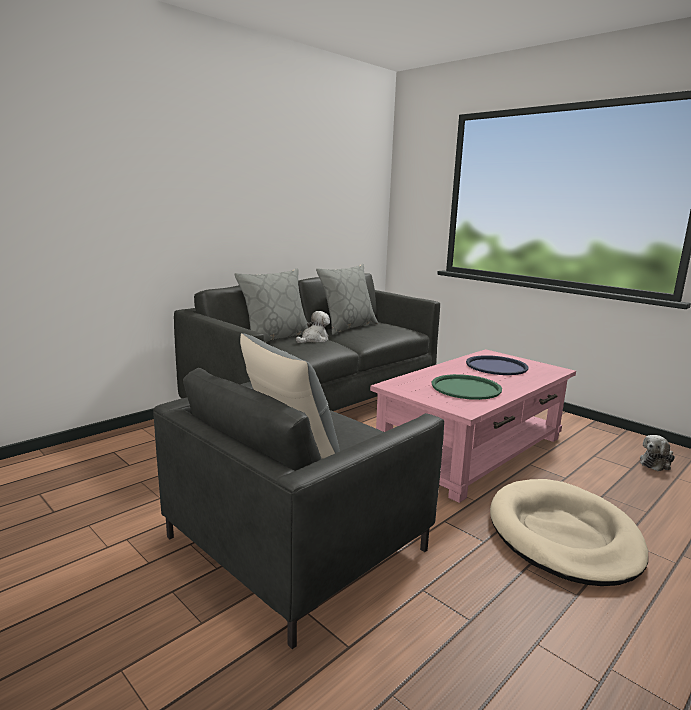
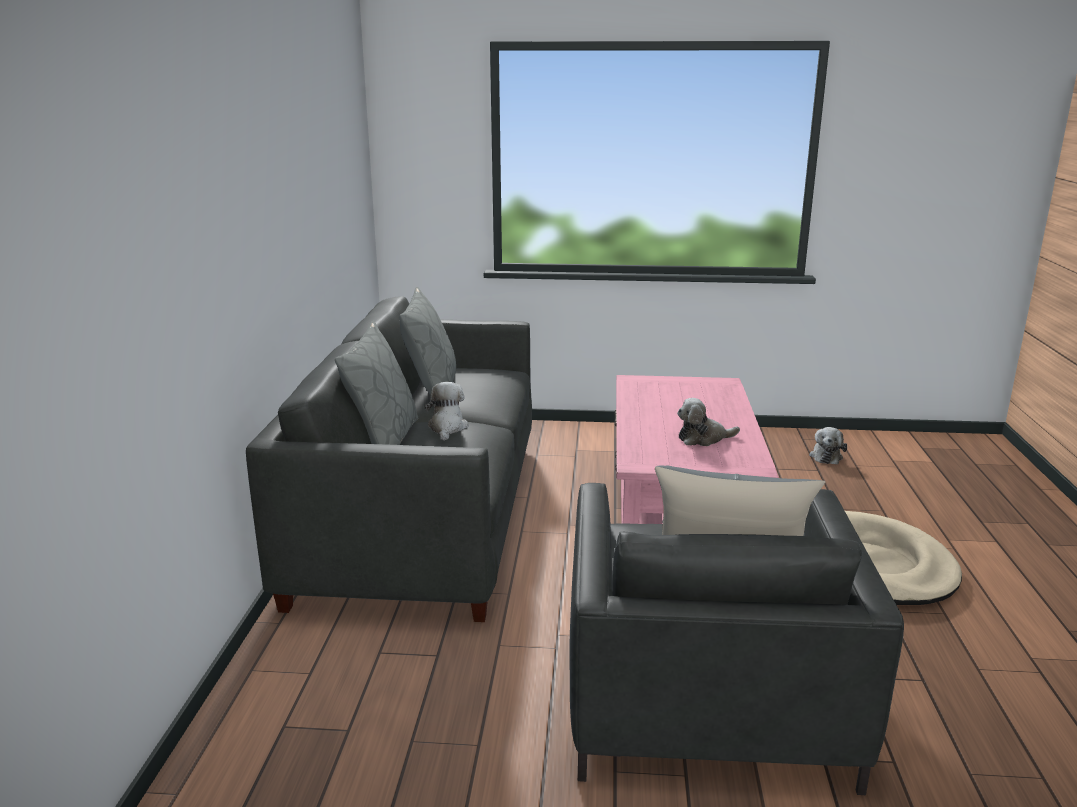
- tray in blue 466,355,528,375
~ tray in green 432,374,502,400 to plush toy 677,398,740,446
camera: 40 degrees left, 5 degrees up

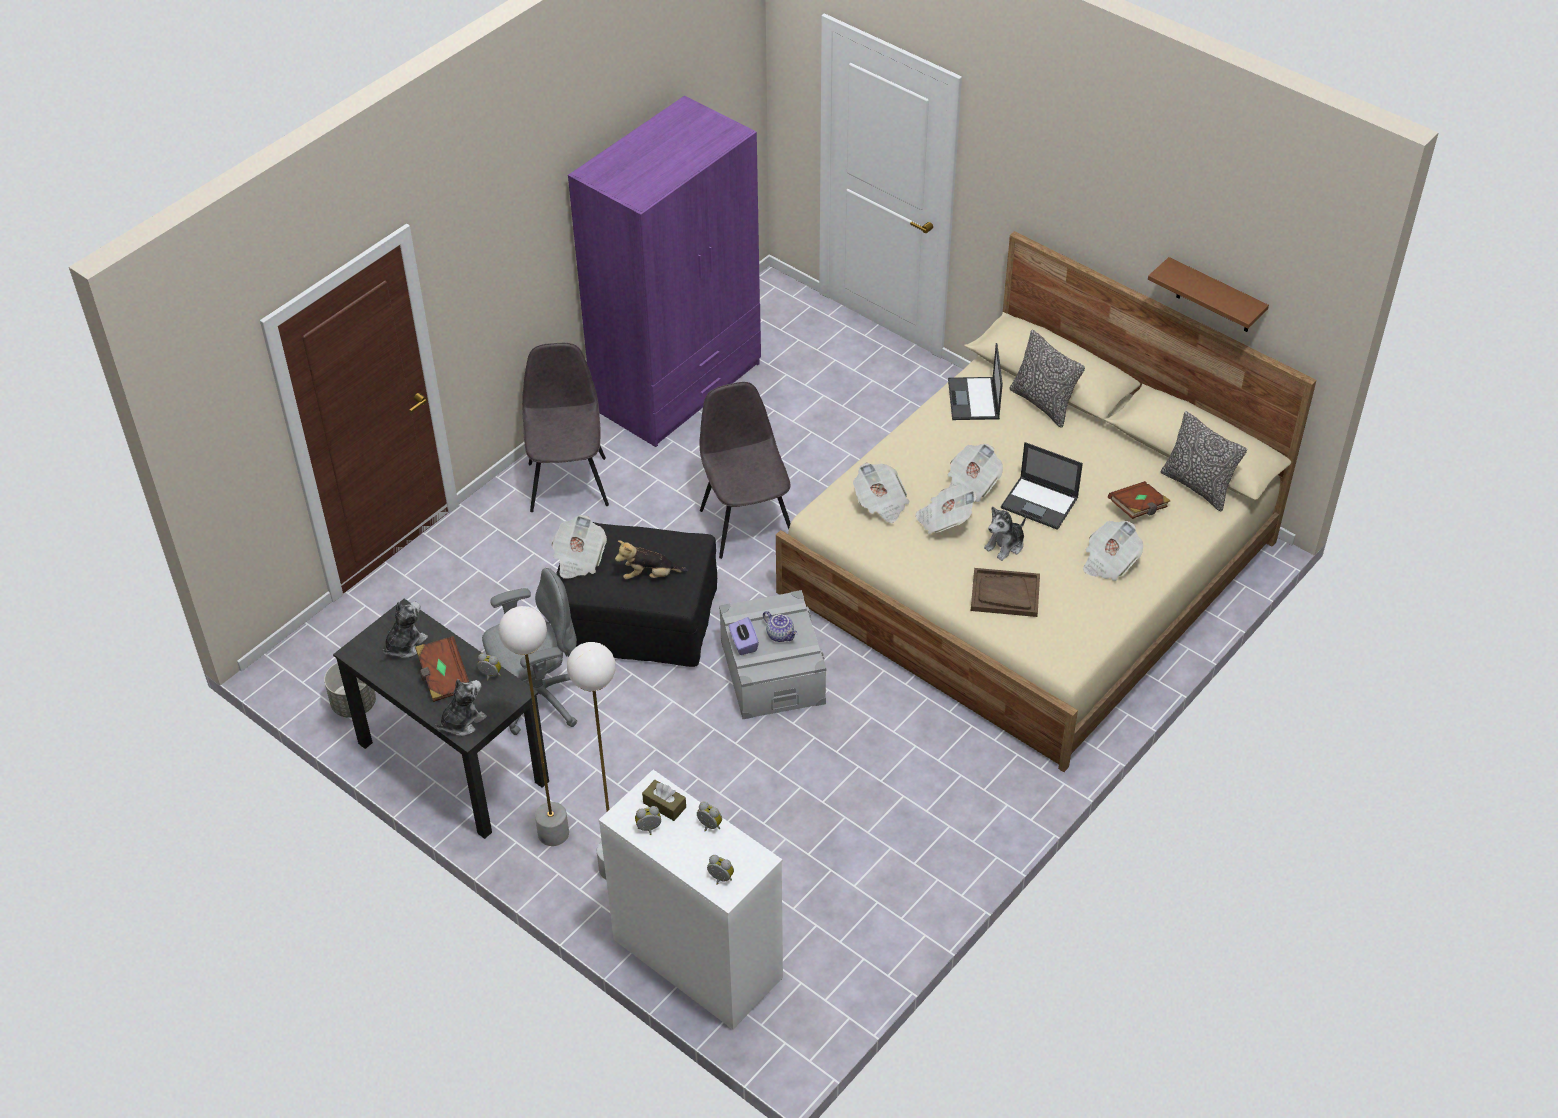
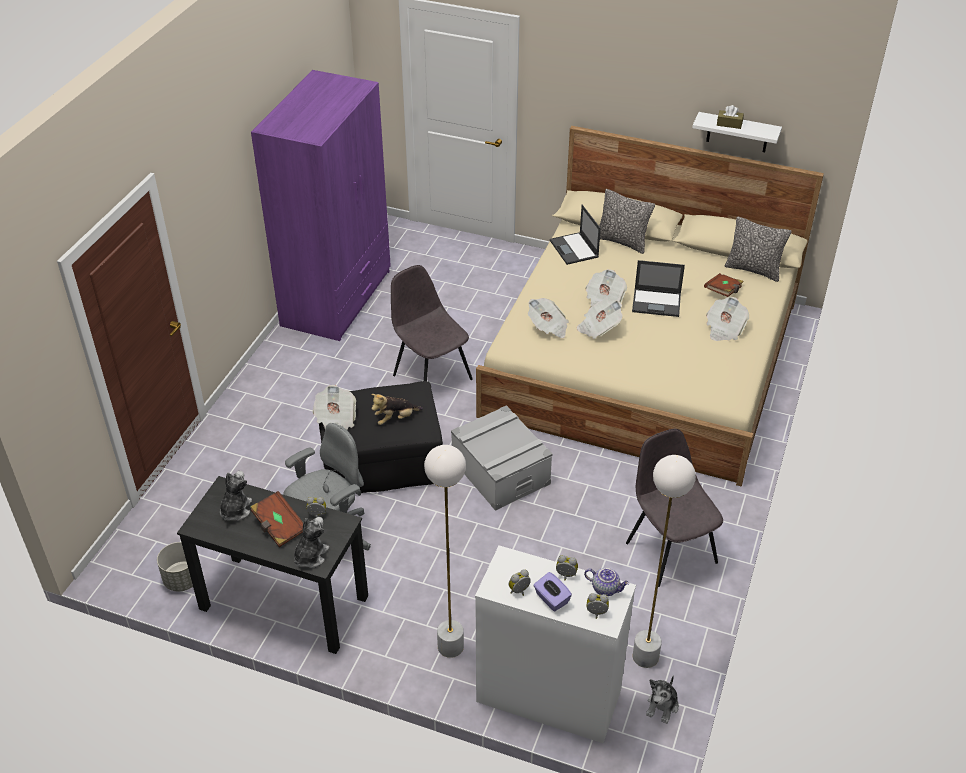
- tray in brown 971,568,1040,617
~ floor lamp in white 498,606,569,846 to 633,455,696,668
~ chair in grey 522,343,609,512 to 626,429,723,587
~ tissue box in brown 642,780,686,821 to 717,105,744,129
~ tissue box in purple 729,617,759,655 to 533,572,572,612
~ teapot 763,611,798,642 to 584,568,629,596
~ plush toy 984,507,1026,561 to 646,675,679,724
~ shelf in brown 1148,257,1269,332 to shelf in white 692,112,782,152
camera: 20 degrees left, 5 degrees down

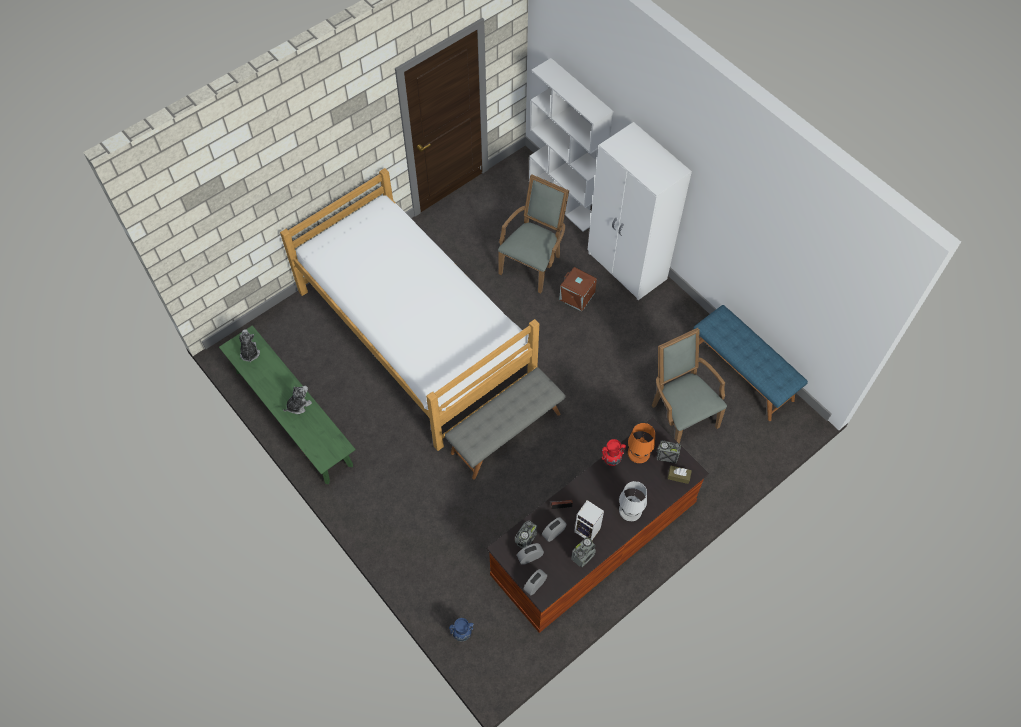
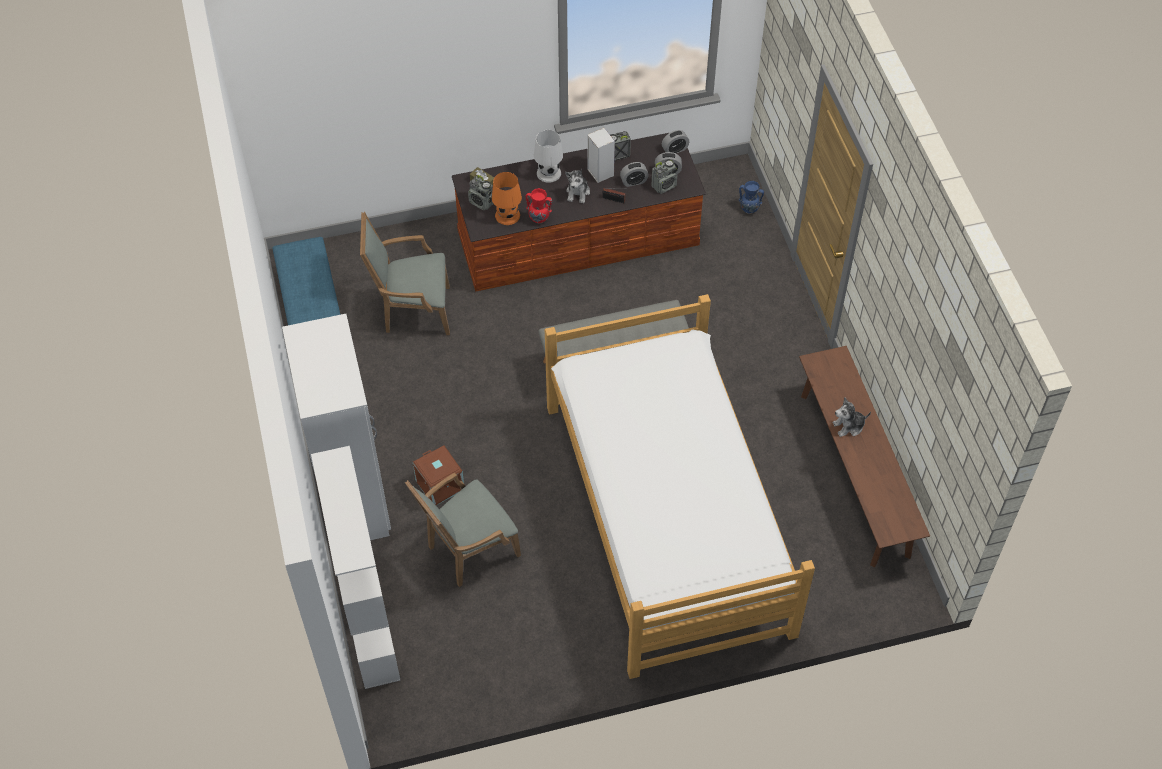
~ plush toy 239,329,260,362 to 565,168,590,204
~ bench in green 219,325,356,484 to bench in brown 799,346,930,567
~ armchair in grey 652,328,727,444 = 360,212,450,335 90 degrees clockwise
camera: 155 degrees left, 5 degrees down

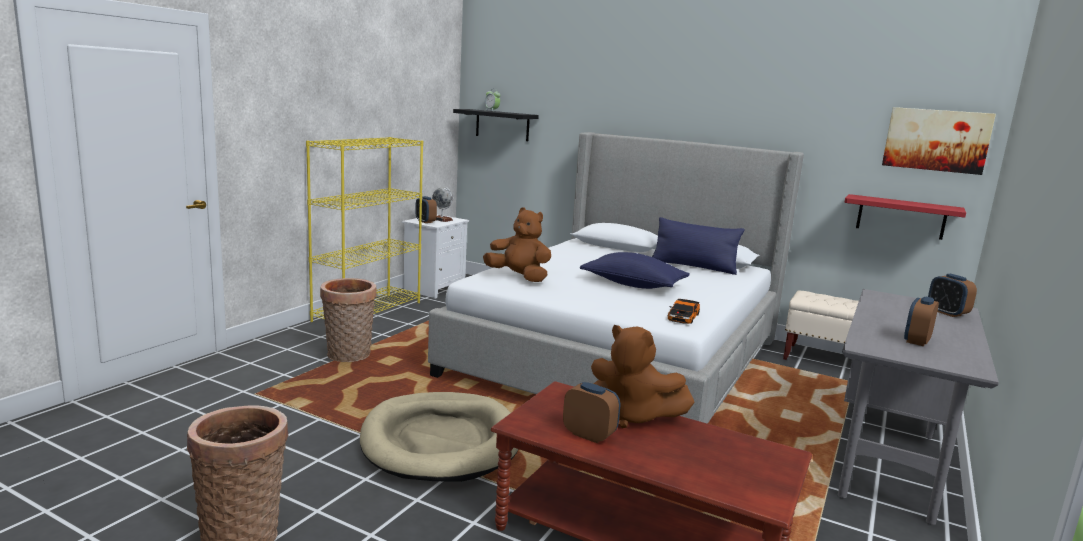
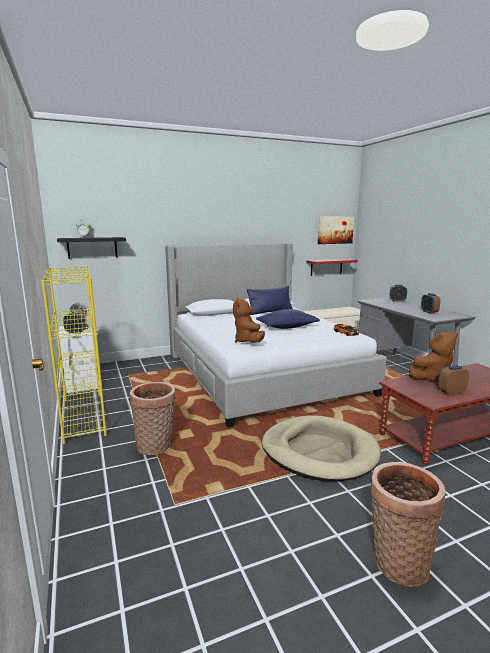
~ plush toy in brown 483,207,551,282 = 233,298,265,343 75 degrees counterclockwise
camera: 50 degrees left, 0 degrees up

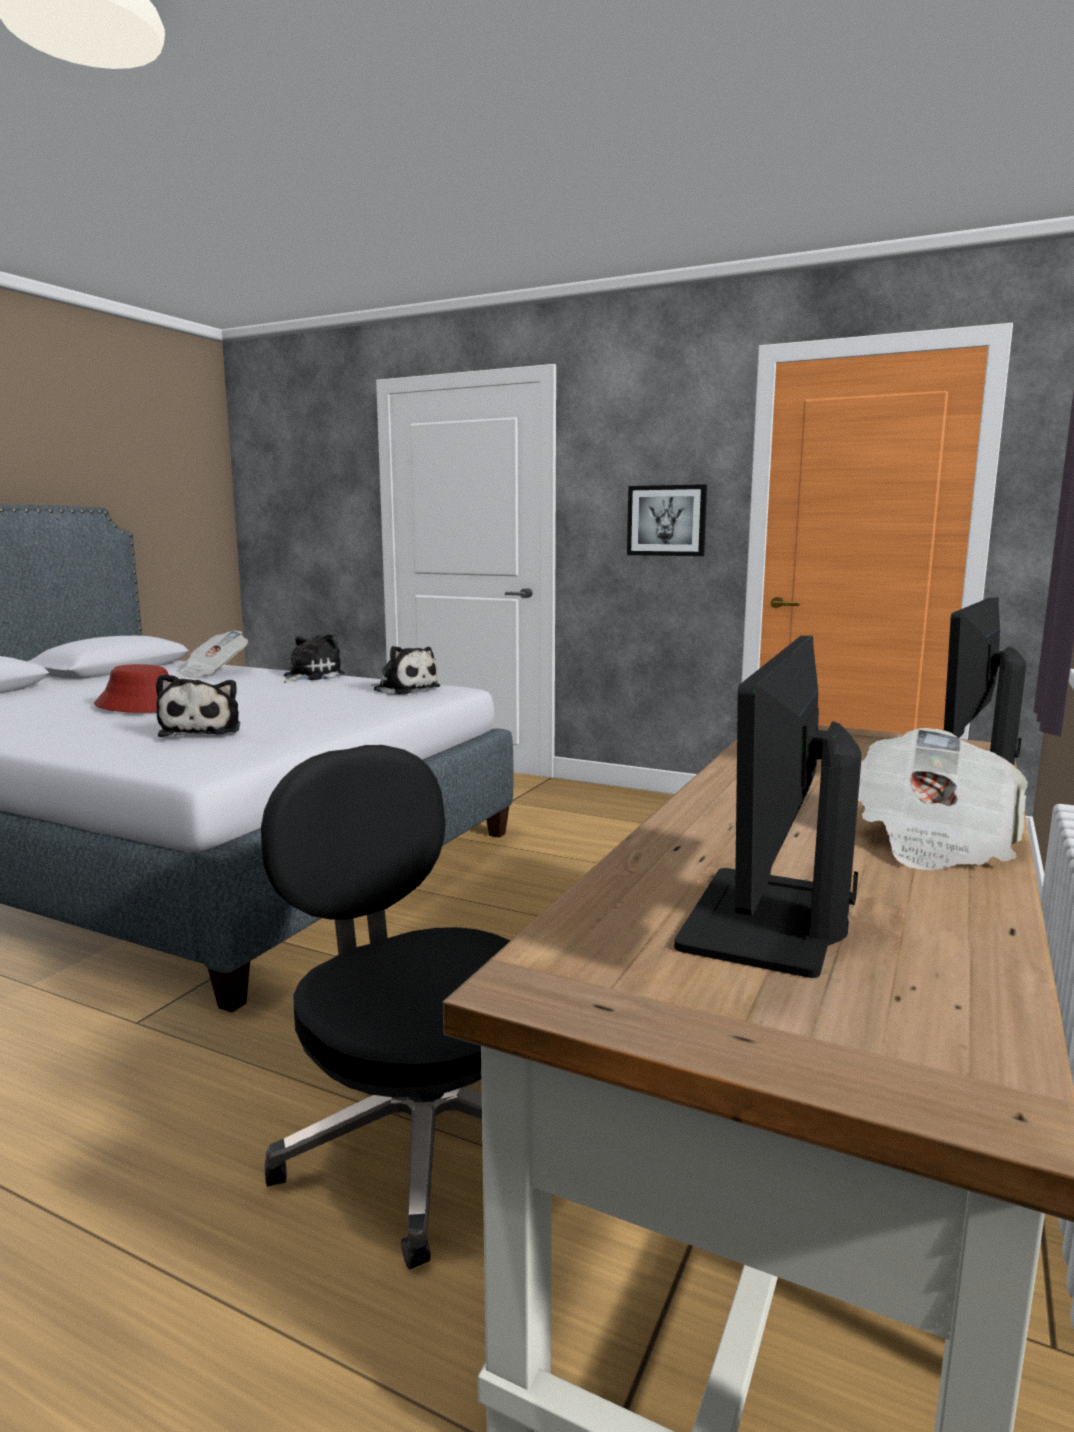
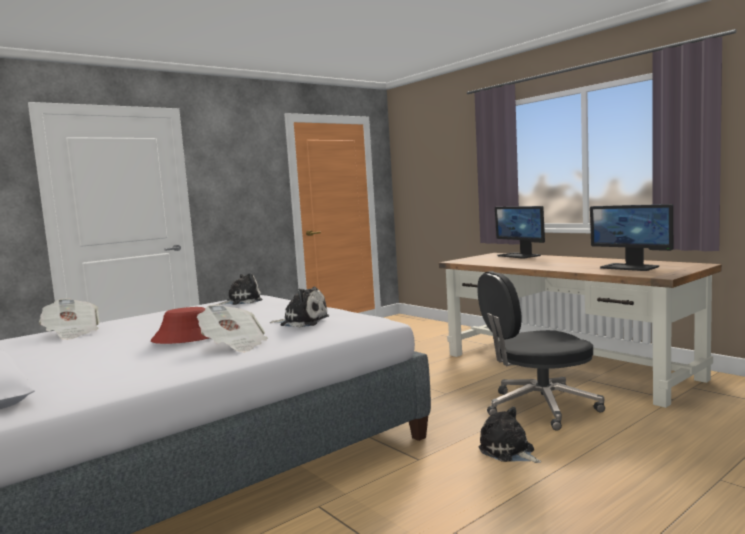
- picture 627,484,707,556
~ plush toy 284,634,345,683 to 479,407,541,463
~ newspaper 858,728,1028,870 to 197,305,268,352
camera: 65 degrees left, 5 degrees down

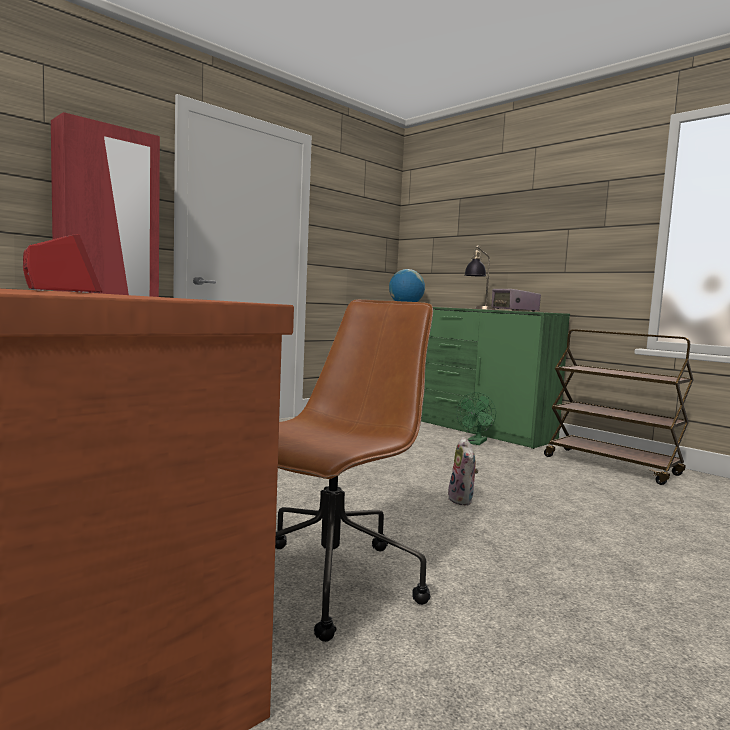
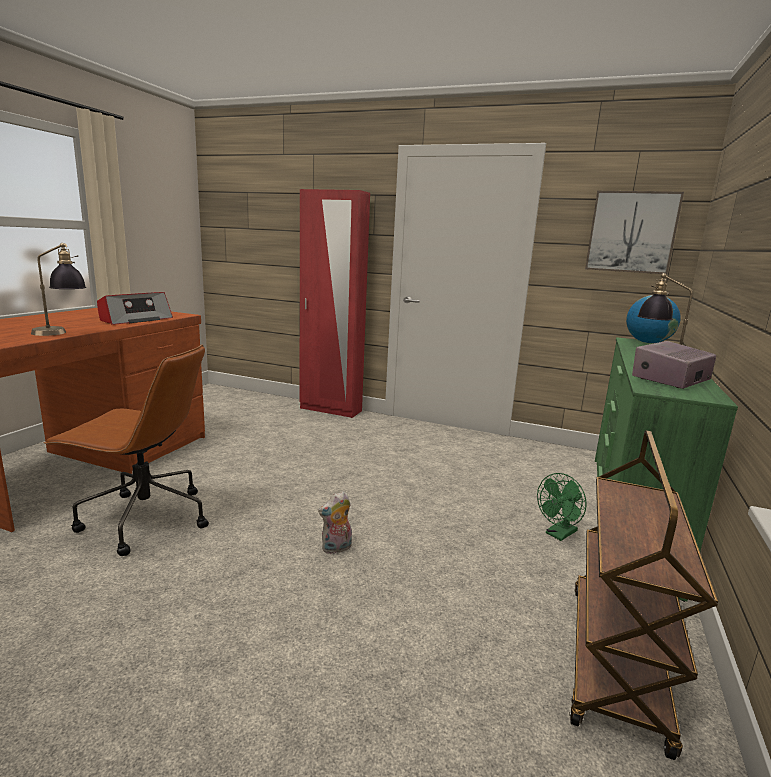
+ table lamp 31,243,86,336
+ picture 585,191,684,274
~ fan in green 456,392,496,445 = 537,473,587,541 45 degrees counterclockwise
camera: 65 degrees right, 10 degrees up

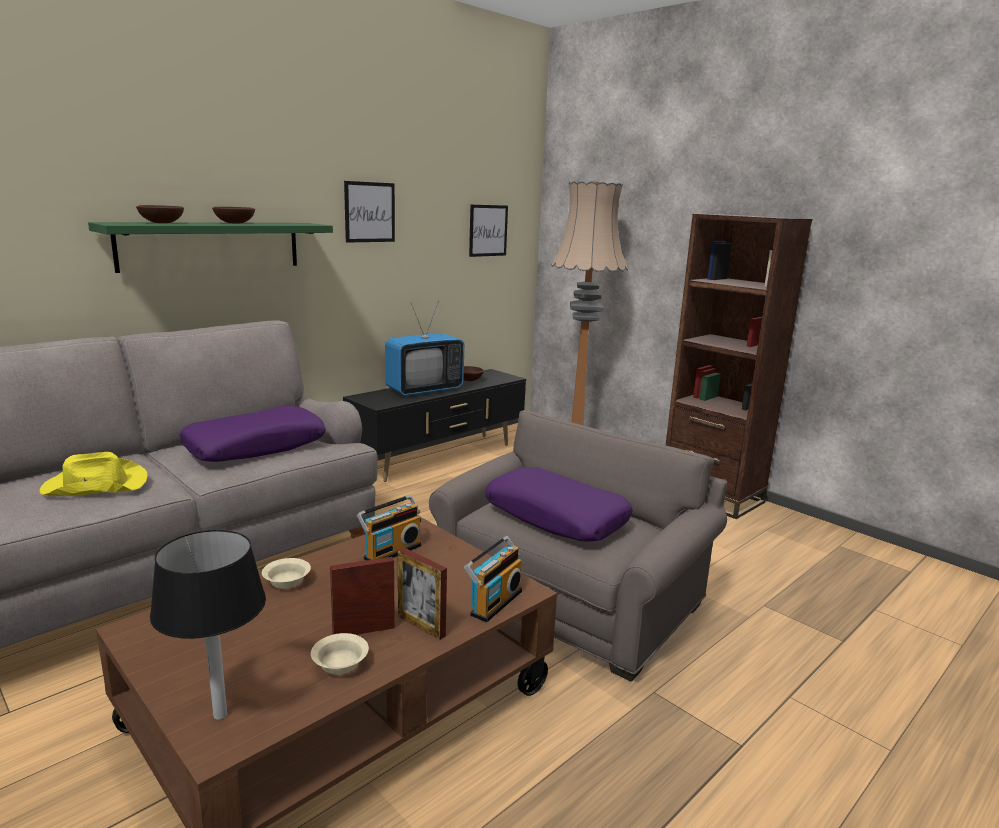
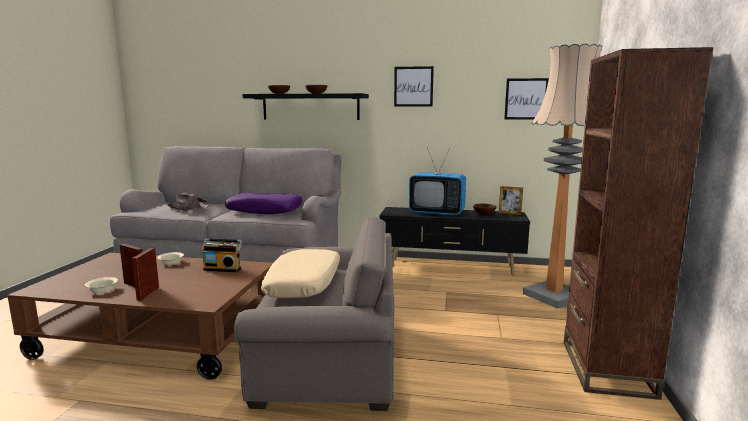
- table lamp in black 150,530,266,720
- radio 464,536,522,622
+ picture frame 499,186,523,215
~ hat in yellow 39,452,147,496 to hat in brown 167,193,209,212
~ shelf in green 88,222,333,273 to shelf in black 242,93,369,120
~ pillow in purple 485,467,633,542 to pillow in beige 261,249,340,298
camera: 55 degrees right, 5 degrees down

